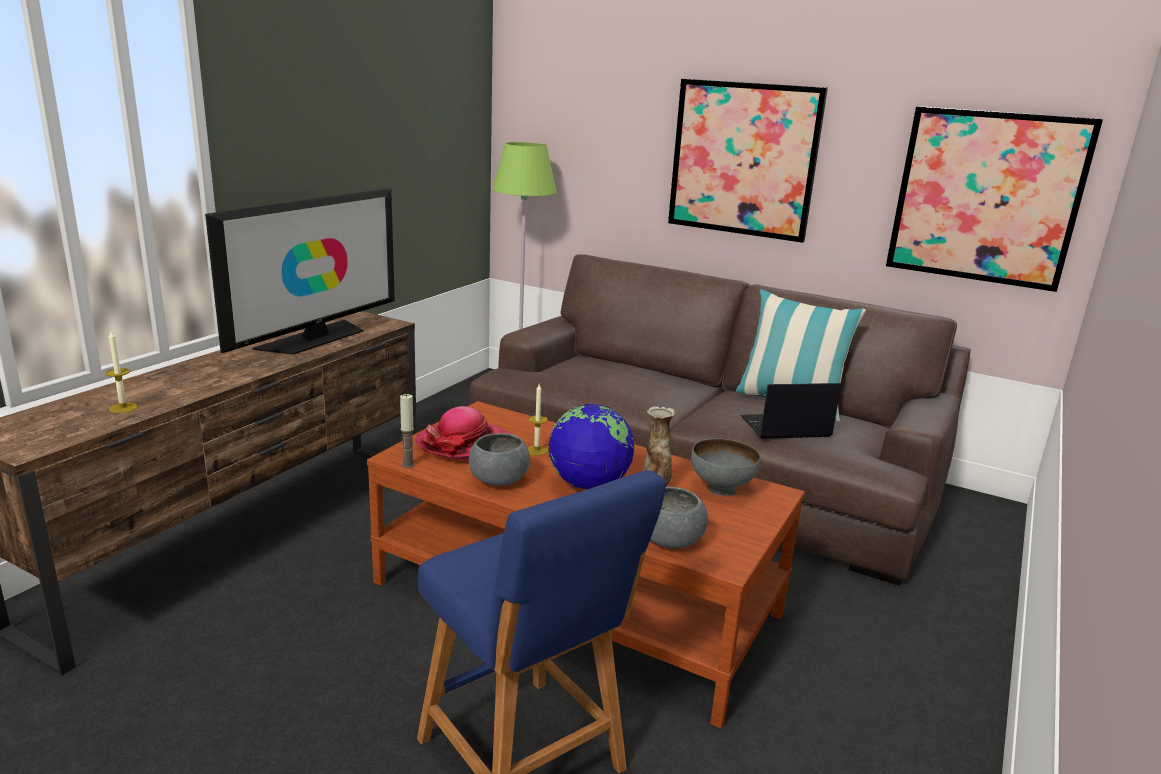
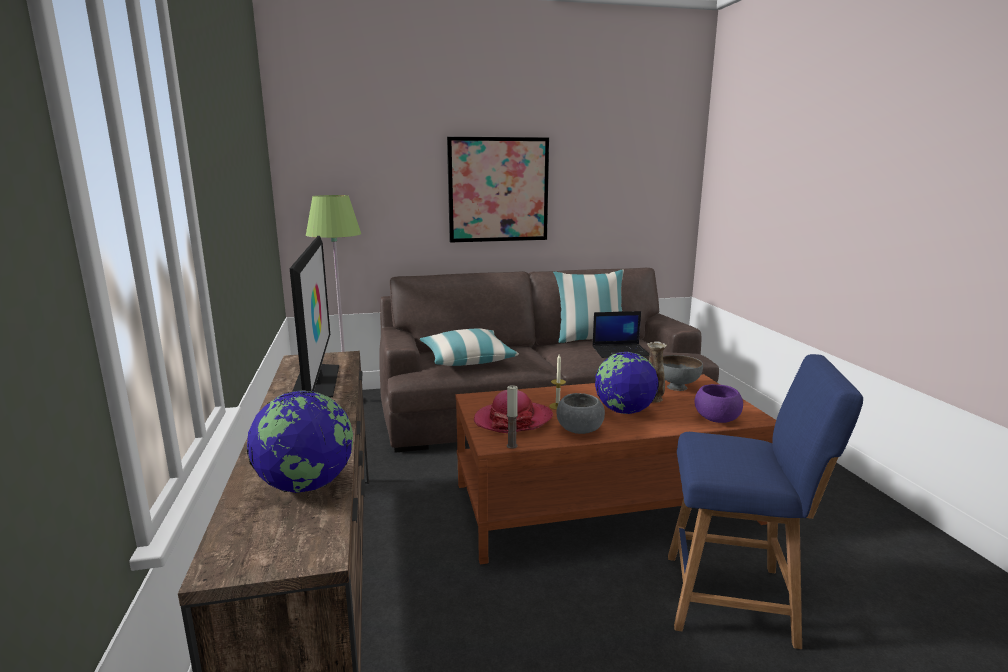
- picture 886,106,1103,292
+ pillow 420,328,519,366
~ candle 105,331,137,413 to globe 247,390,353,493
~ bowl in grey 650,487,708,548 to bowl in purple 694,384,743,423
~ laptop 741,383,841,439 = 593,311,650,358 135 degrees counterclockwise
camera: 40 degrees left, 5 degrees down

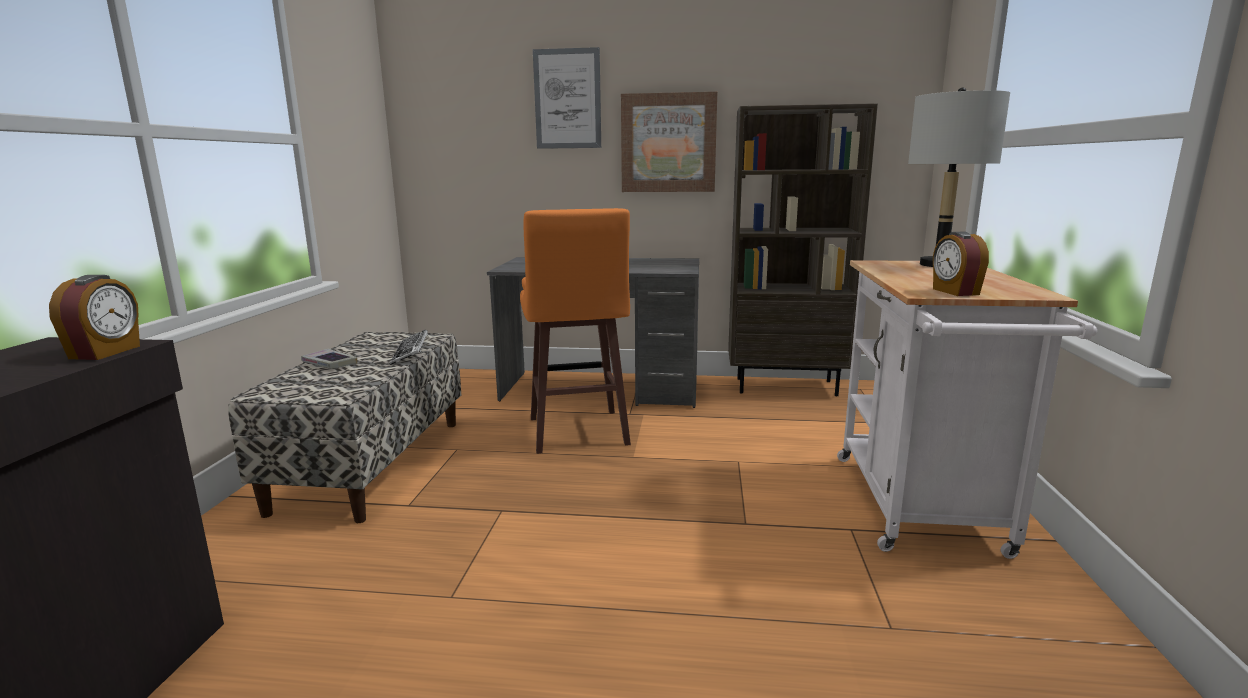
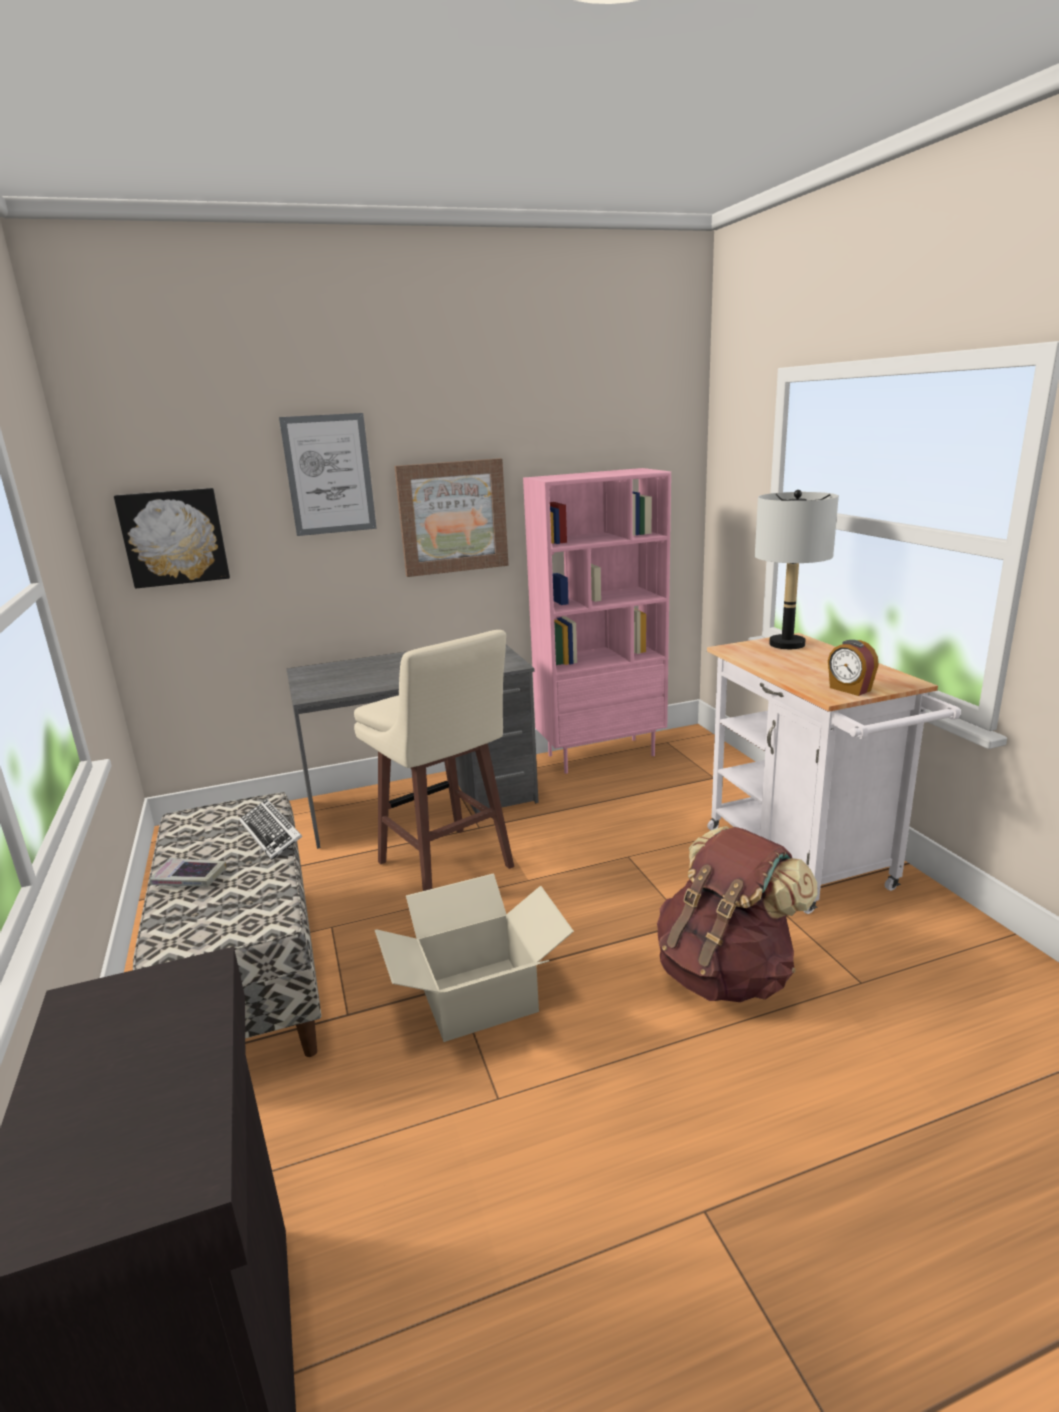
- alarm clock 49,275,140,360
+ picture 114,488,230,589
+ cardboard box 375,873,574,1042
+ backpack in brown 657,826,817,1002
~ stool in orange 520,208,631,454 to stool in beige 354,630,514,891
~ bookcase in brown 728,103,878,396 to bookcase in pink 523,468,671,774
camera: 25 degrees left, 5 degrees up

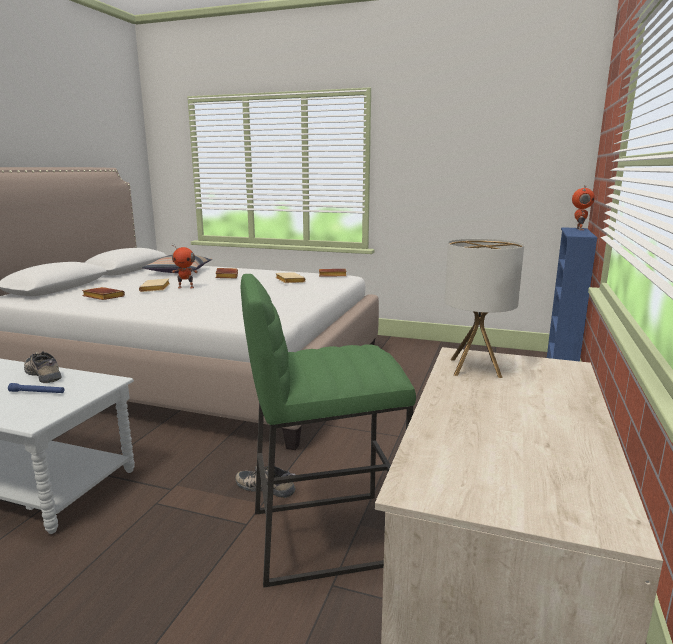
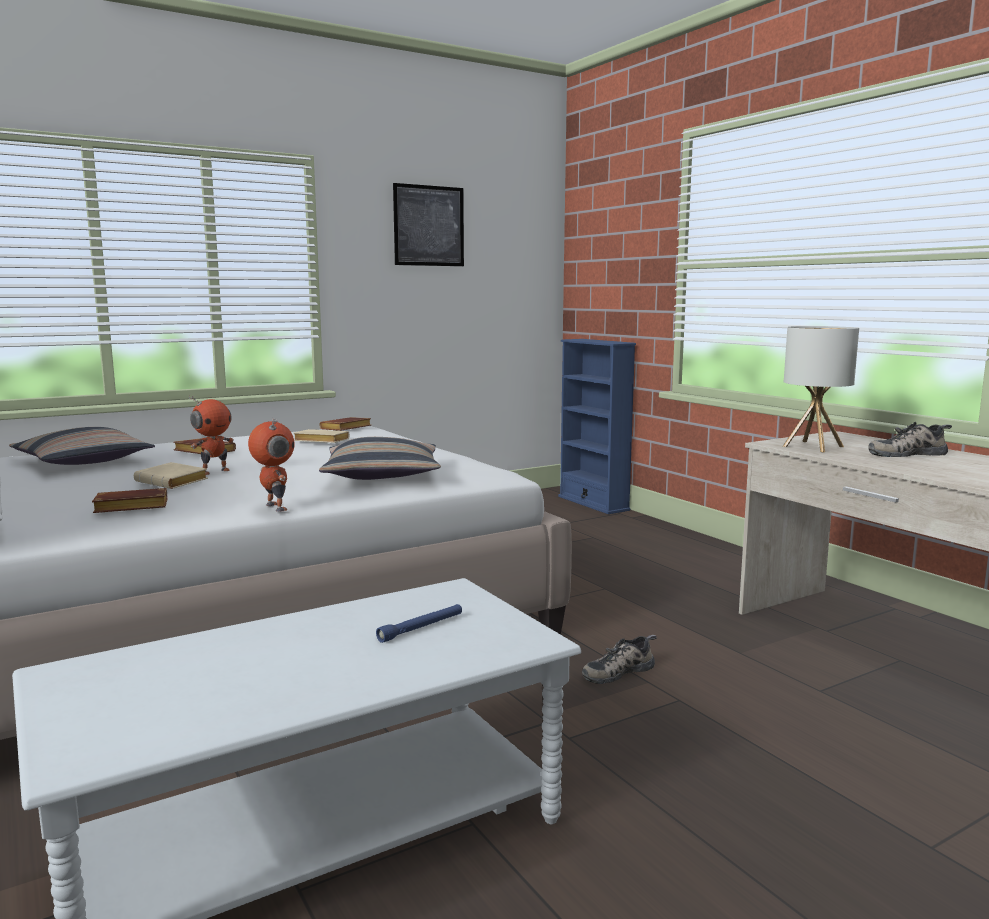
- stool in green 241,274,416,588
+ pillow 319,437,441,480
+ picture 393,183,464,266
~ shoe 24,351,62,383 to 869,422,952,457
~ toy robot 572,185,595,230 to 248,418,295,512
camera: 50 degrees left, 5 degrees down

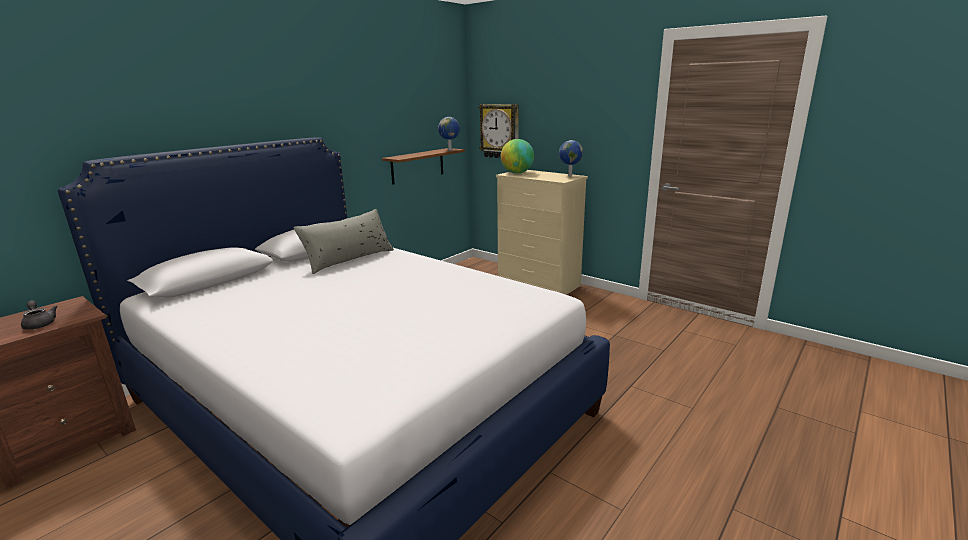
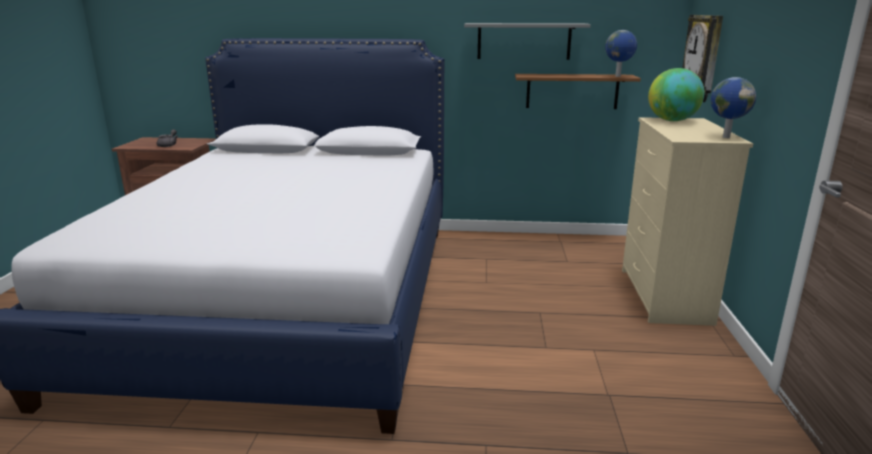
- pillow in grey 293,209,394,274
+ shelf in grey 464,23,591,60
camera: 55 degrees right, 0 degrees up

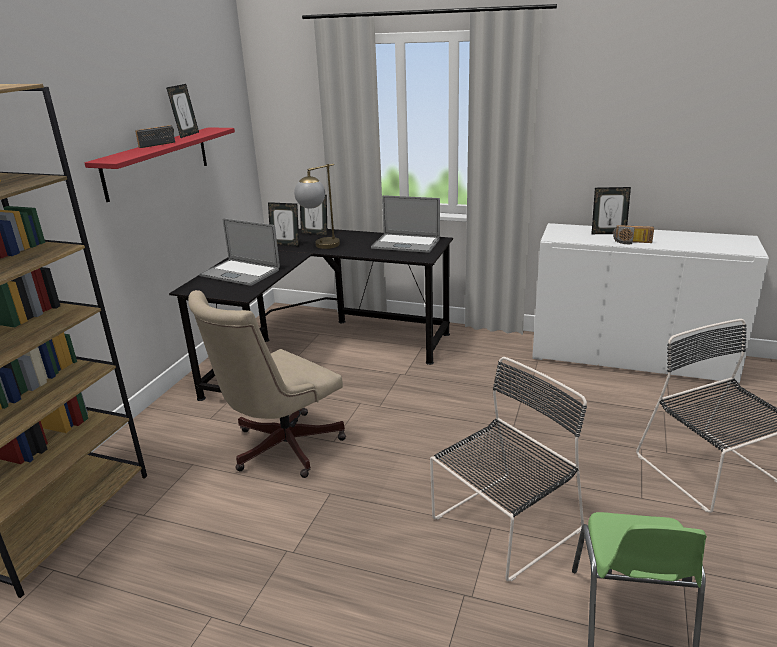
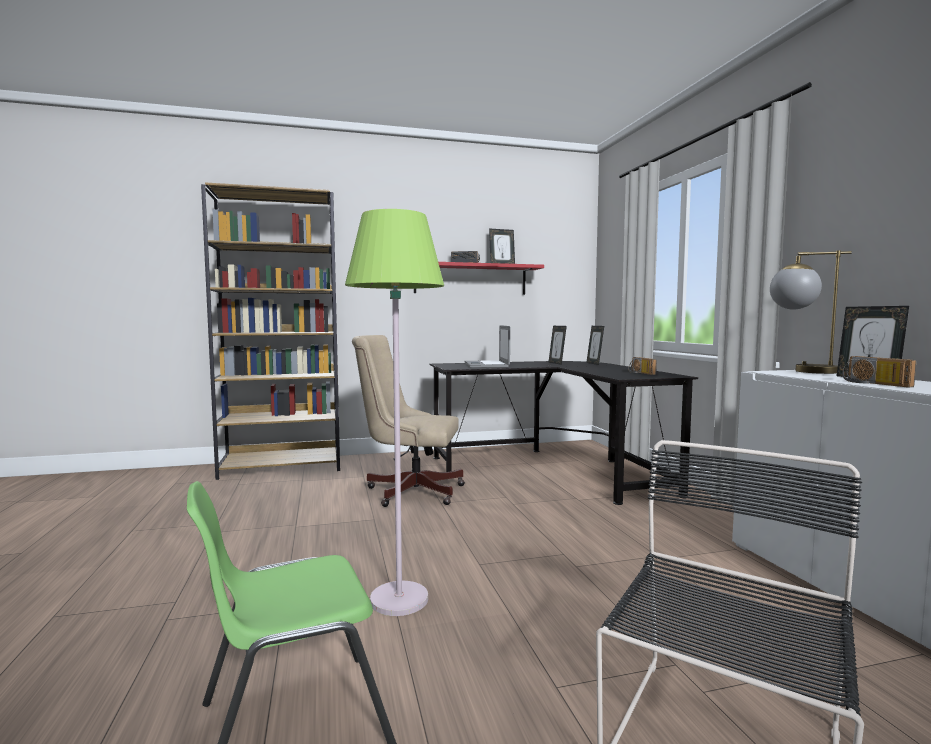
~ table lamp 294,164,340,249 to 770,250,852,374
~ laptop 371,195,440,253 to radio 629,357,657,375
~ chair in black 430,357,587,582 to floor lamp in green 345,209,444,616
camera: 55 degrees right, 20 degrees down

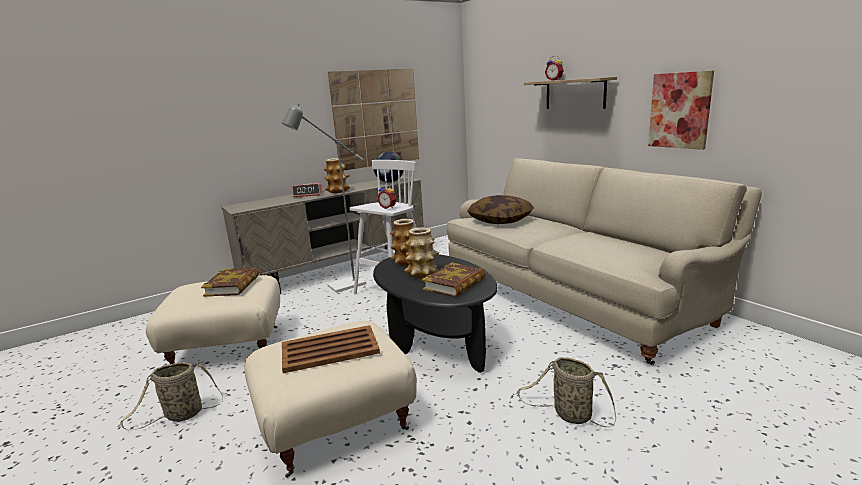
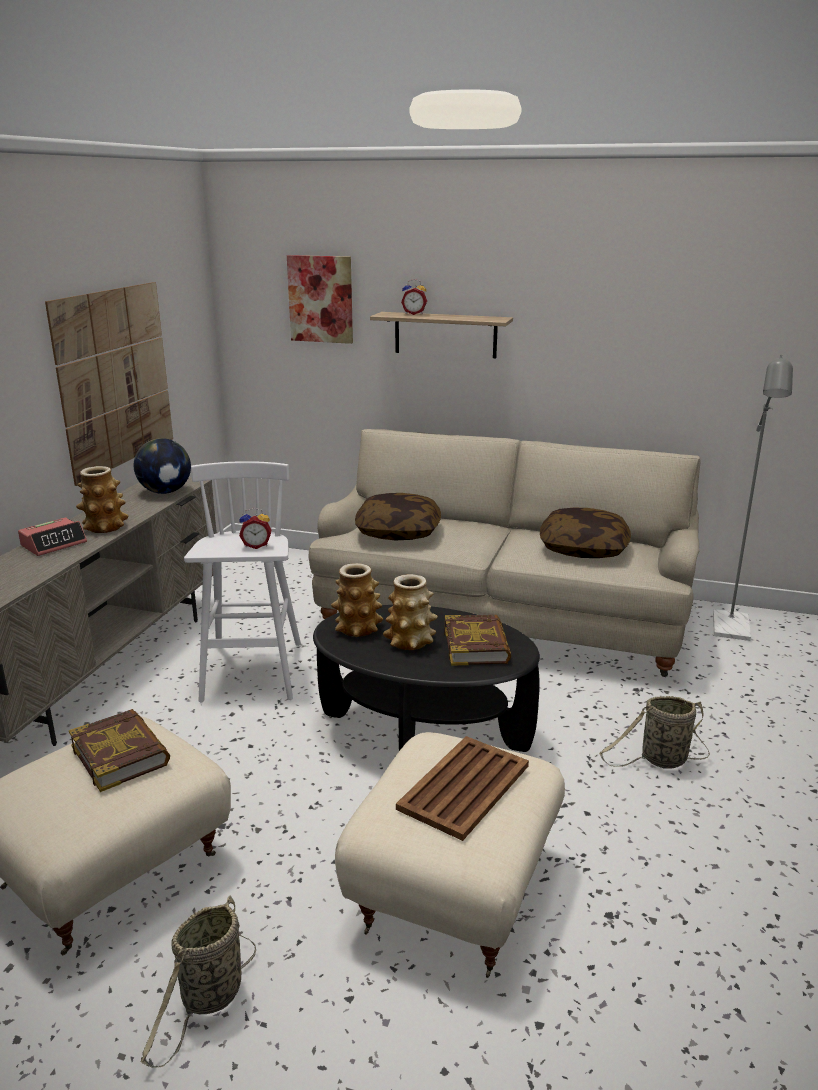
+ pillow 540,508,631,558
~ floor lamp in grey 282,103,366,293 to 713,355,793,641
~ picture 648,71,714,150 to 287,255,353,344
camera: 40 degrees left, 5 degrees up

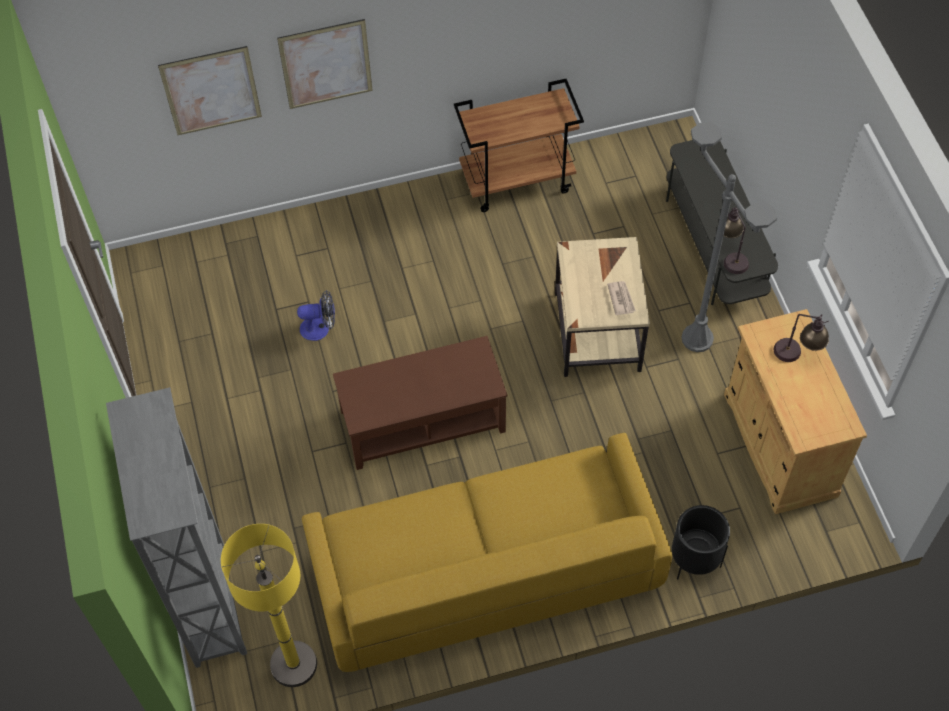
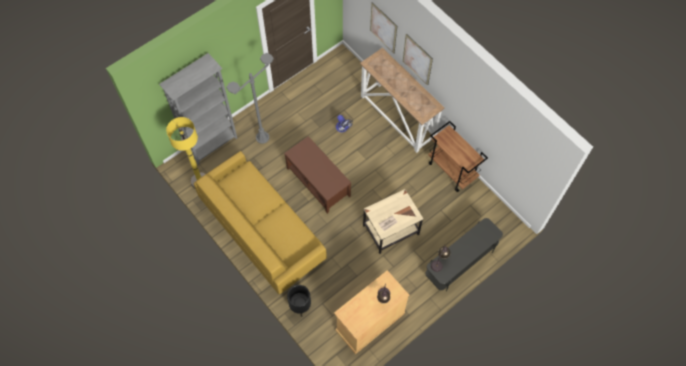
+ console table 360,48,445,153
~ floor lamp in grey 681,122,777,352 to 226,53,274,144
camera: 65 degrees right, 5 degrees up

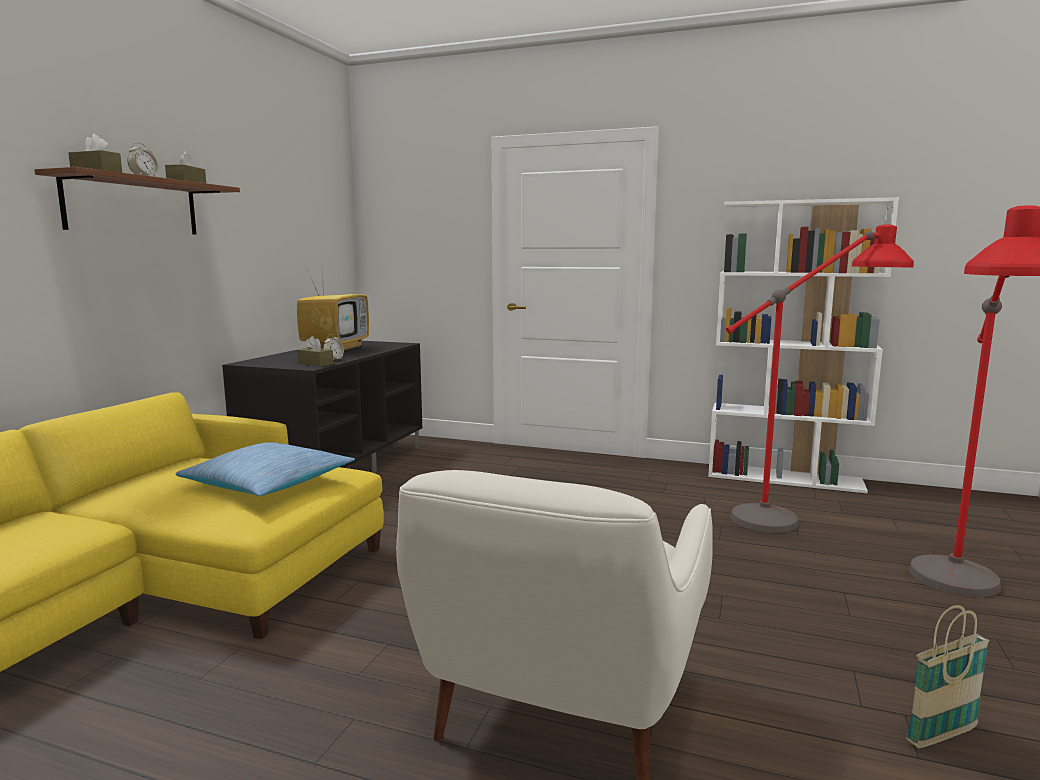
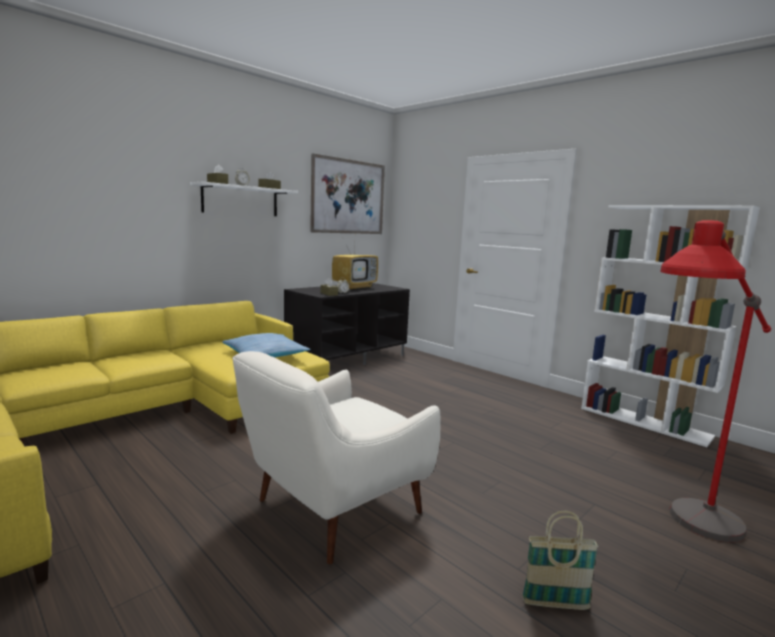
- floor lamp in red 726,225,914,533
+ picture 310,153,385,234
~ shelf in brown 34,167,240,235 to shelf in white 190,182,298,216
camera: 25 degrees right, 0 degrees up

